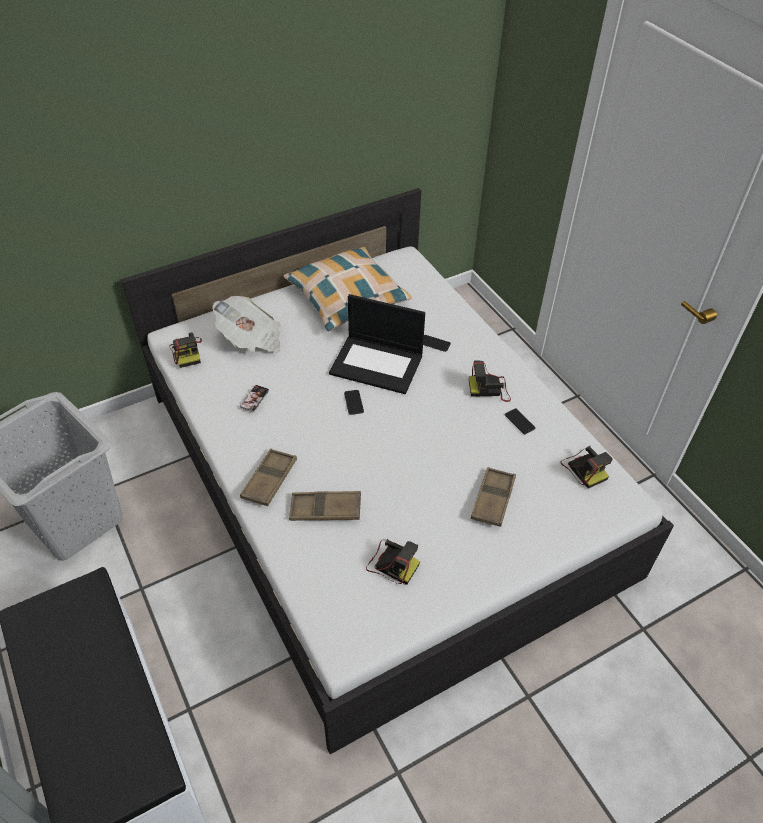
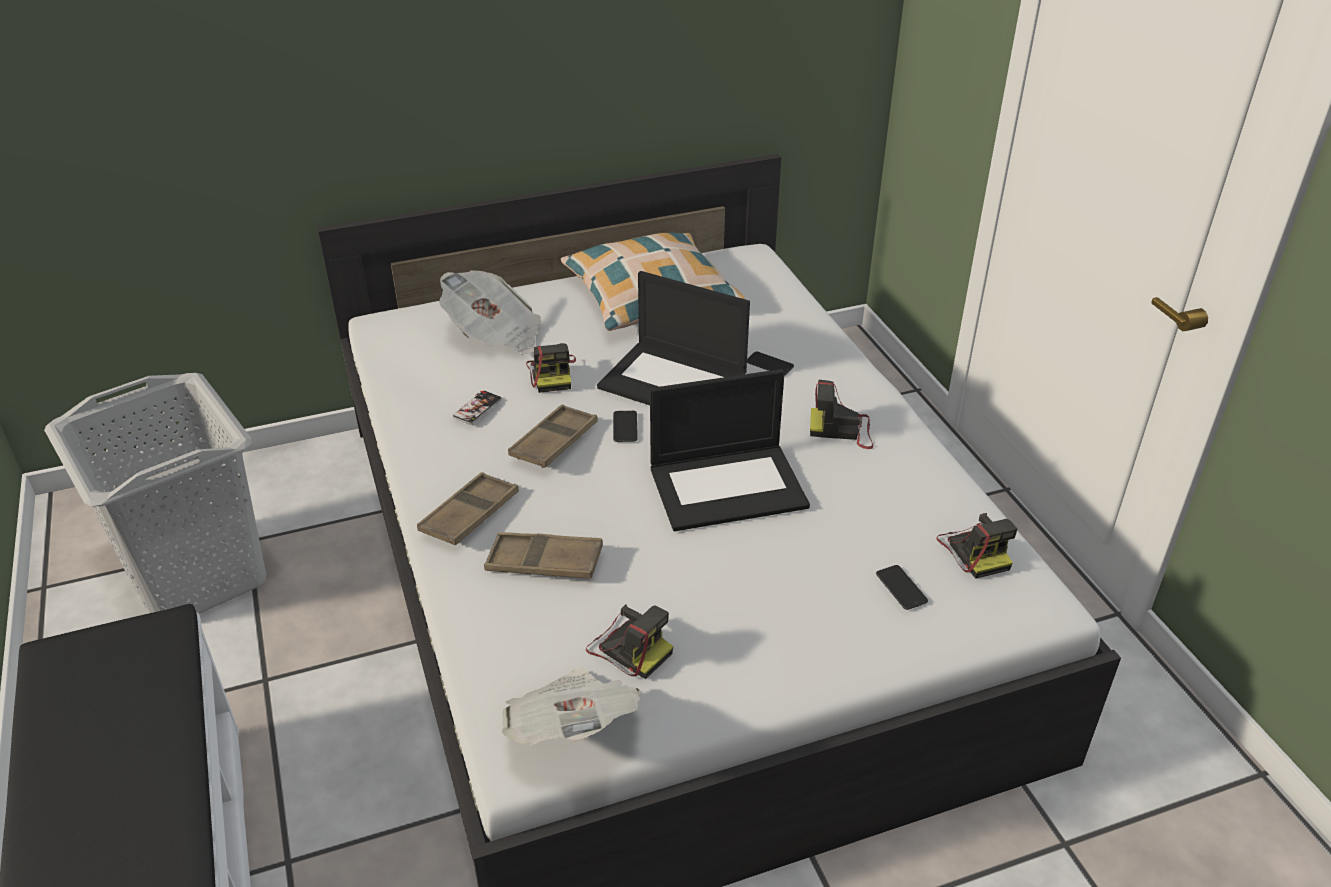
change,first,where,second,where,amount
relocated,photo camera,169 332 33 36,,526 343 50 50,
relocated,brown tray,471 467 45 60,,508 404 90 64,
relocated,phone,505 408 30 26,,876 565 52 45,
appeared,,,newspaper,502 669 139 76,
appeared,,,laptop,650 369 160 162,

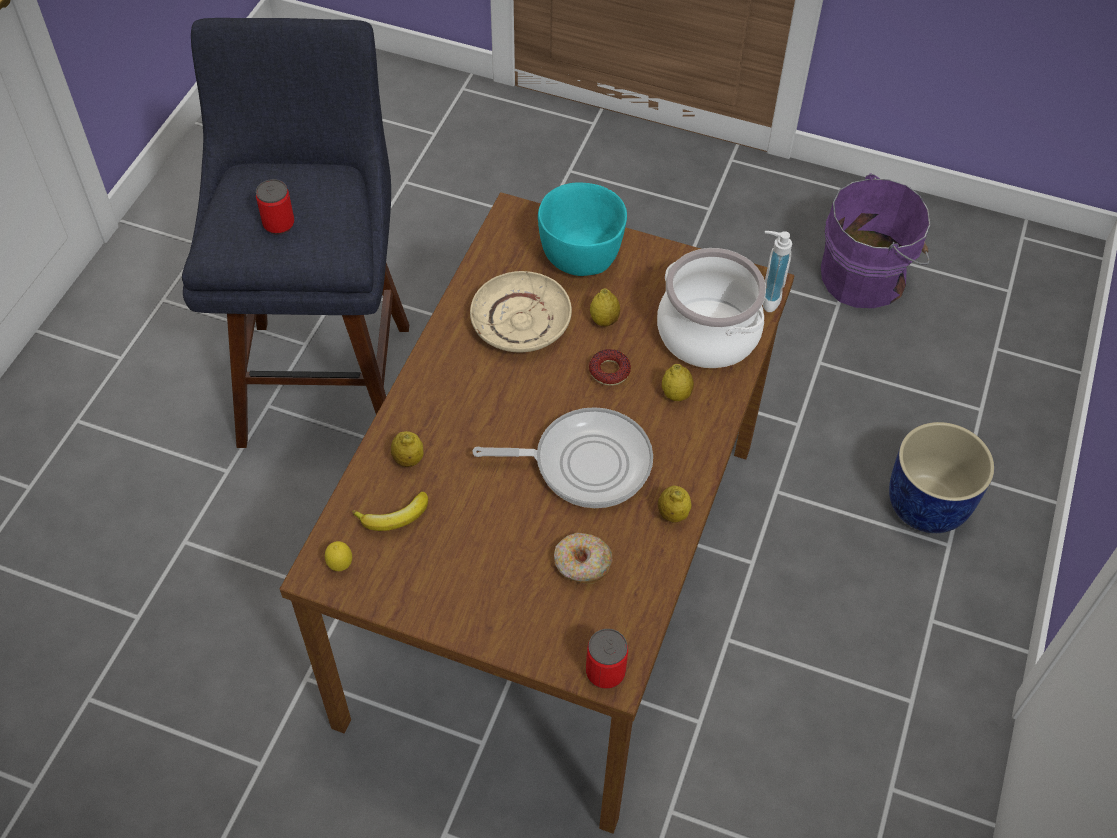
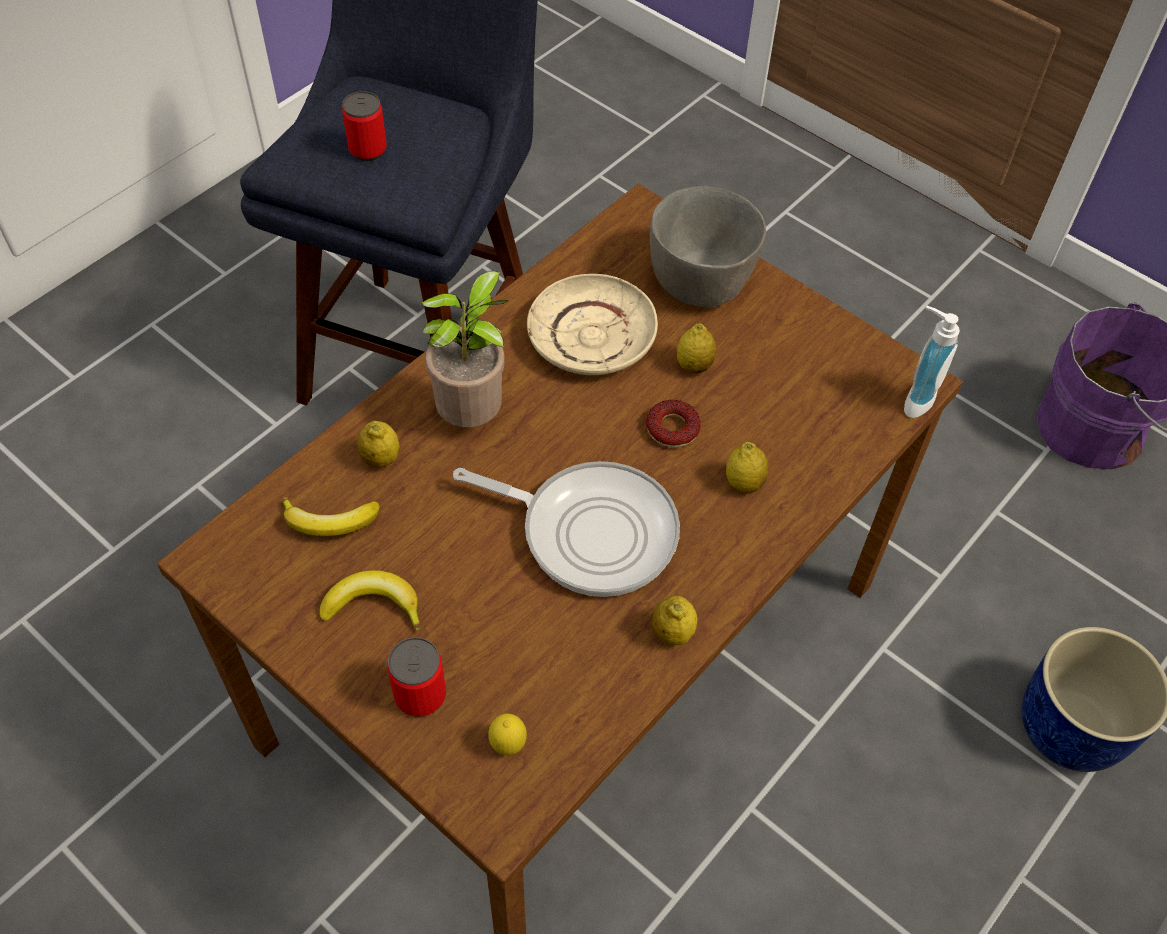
change,first,where,second,where,amount
relocated,lemon,325 541 27 30,,488 713 39 42,
colour,turquoise bowl,538 182 89 94,grey bowl,650 186 116 122,
missing,donut,554 533 59 51,,,
relocated,can,586 629 42 60,,387 637 59 80,
missing,cooking pot,657 248 109 120,,,
appeared,,,banana,319 570 101 61,
appeared,,,potted plant,421 271 88 156,

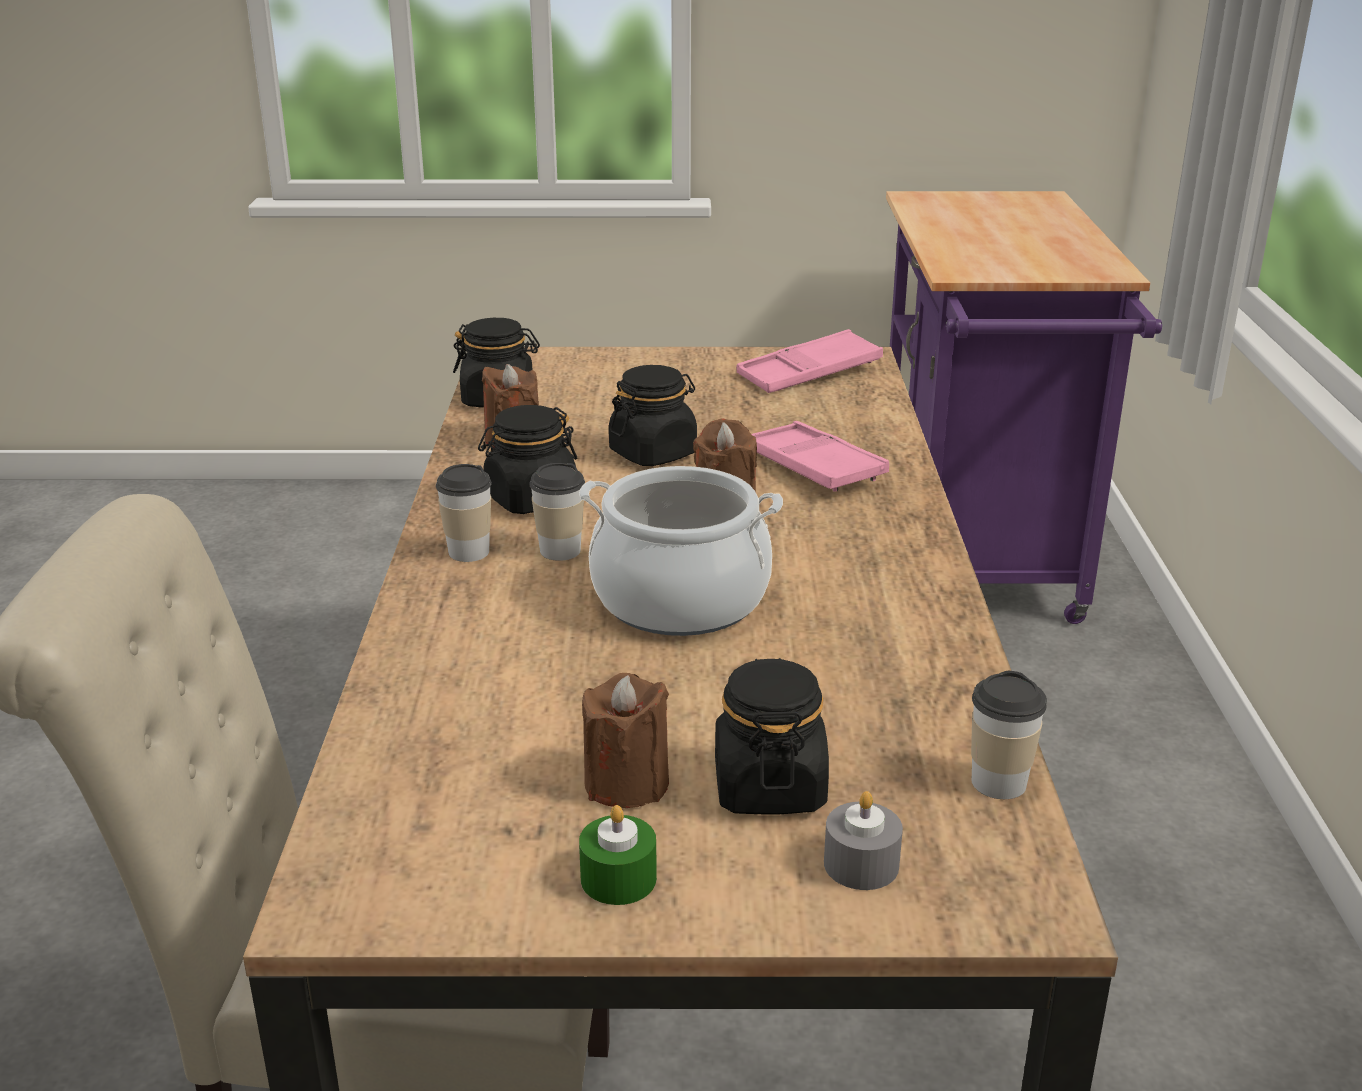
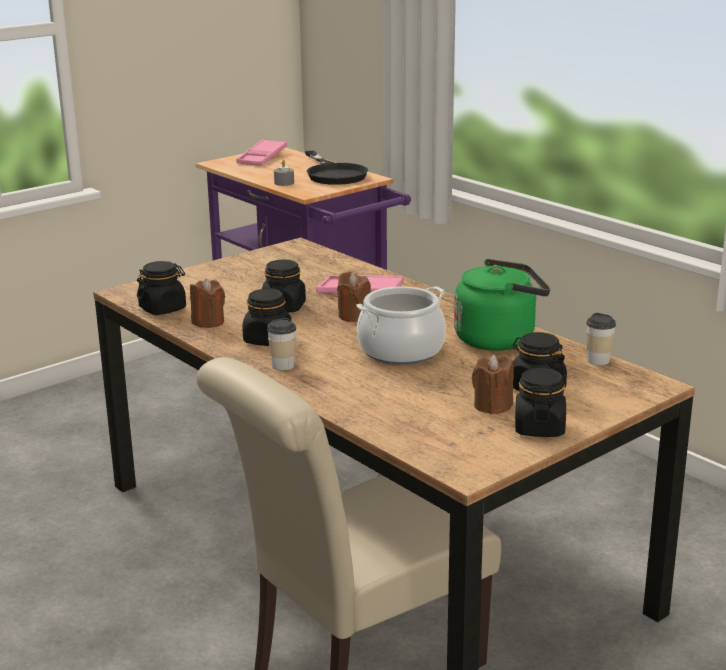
change,first,where,second,where,amount
missing,cup,529 463 56 98,,,
exchanged,green candle,579 805 78 100,black jar,515 368 51 69,
relocated,pink tray,737 329 146 64,,237 139 50 27,
relocated,grey candle,824 791 79 99,,274 160 20 26,
appeared,,,black frying pan,305 151 63 34,
appeared,,,green kettle,454 259 96 91,

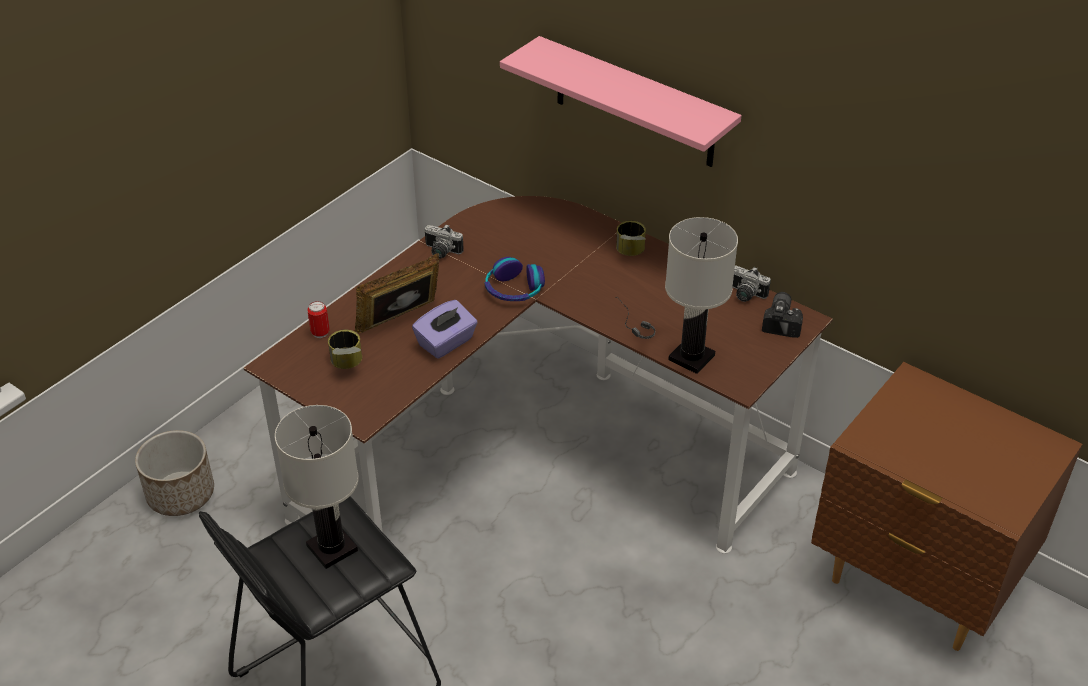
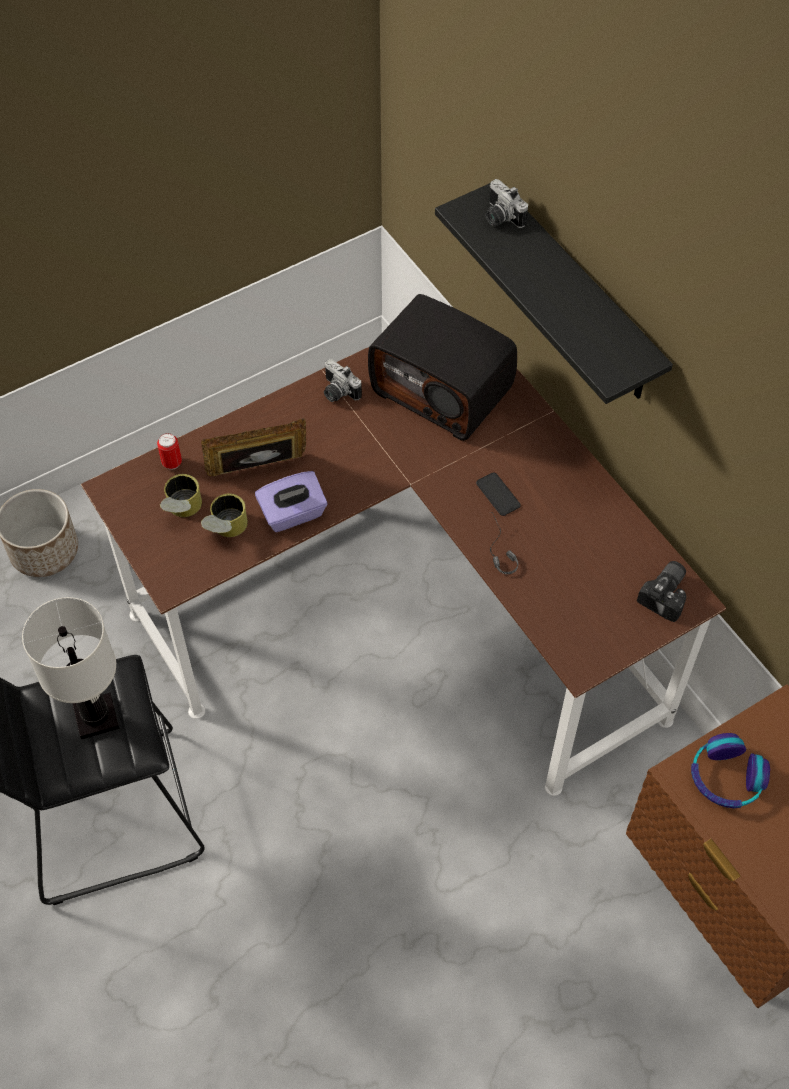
change,first,where,second,where,amount
relocated,headphones,485 257 60 44,,691 733 79 75,
colour,pink shelf,500 36 241 131,black shelf,435 183 238 221,
relocated,can,616 221 30 35,,201 493 47 44,
missing,white table lamp,665 217 73 157,,,
relocated,photo camera,733 265 38 37,,485 179 43 49,
appeared,,,radio,368 294 149 147,
appeared,,,phone,476 472 45 44,

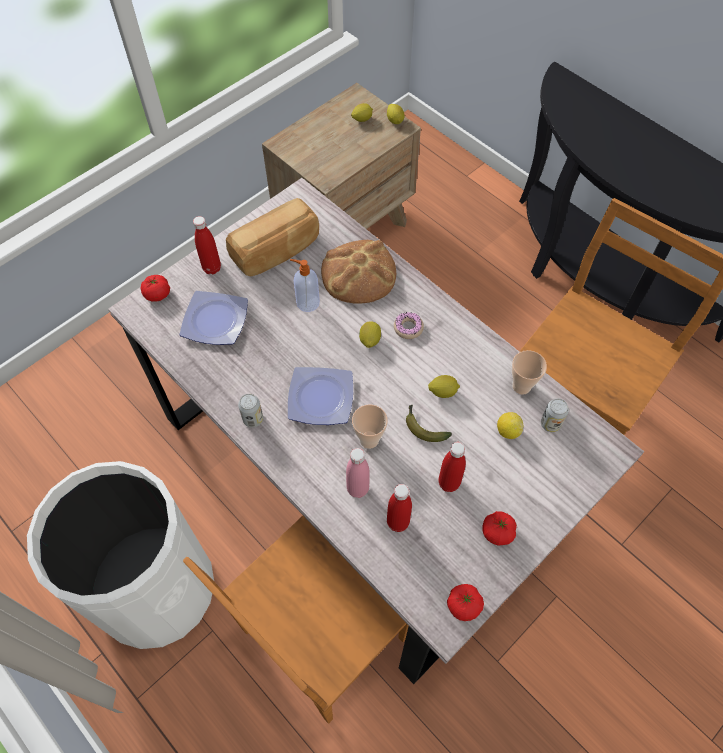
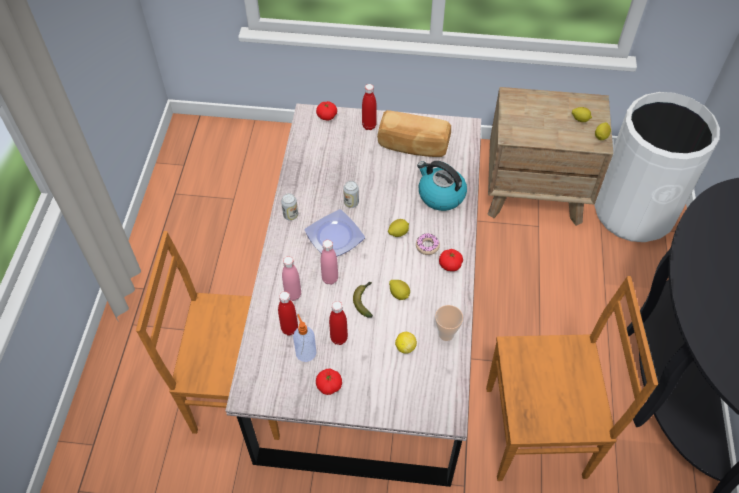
change,first,where,second,where,amount
relocated,white trash can,27 461 187 188,,594 92 126 150,
missing,plate,179 291 69 54,,,
relocated,soap dispenser,290 259 30 53,,293 314 23 48,
exchanged,bread,321 240 75 64,kettle,417 161 50 50,
exchanged,cup,352 405 36 44,pink bottle,320 240 18 45,
relocated,tomato,447 584 37 37,,439 249 24 22,
relocated,can,541 399 28 33,,343 181 16 27,

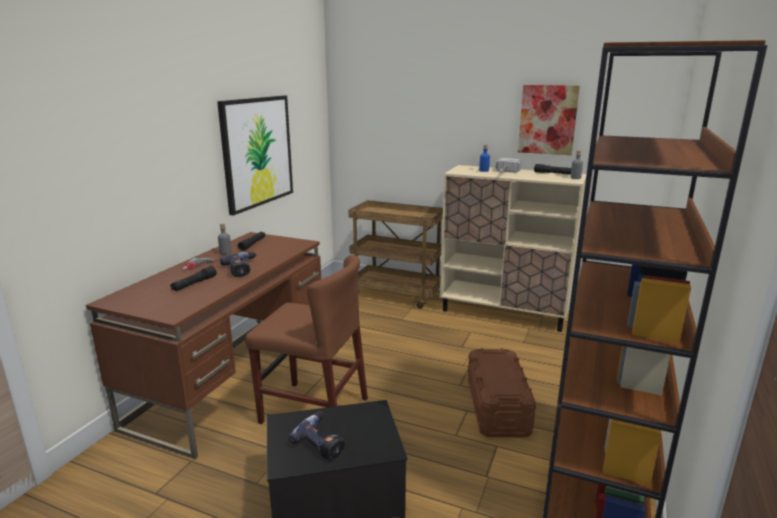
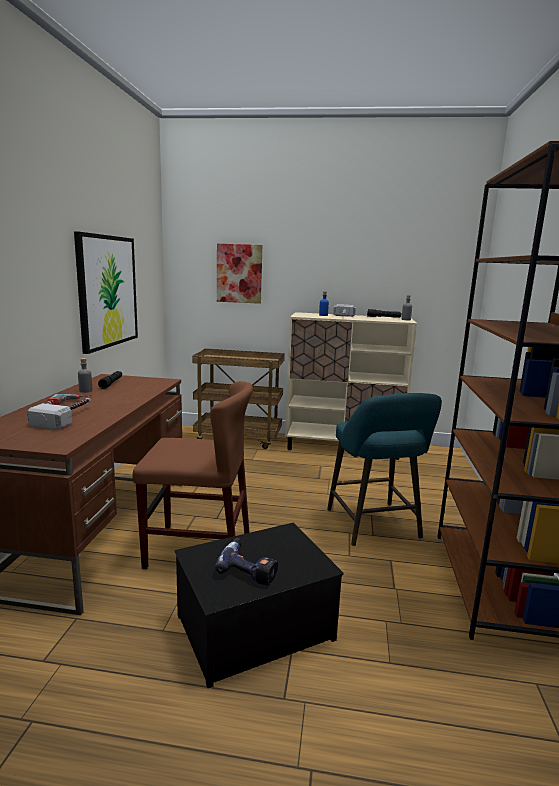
change,first,where,second,where,amount
exchanged,black flashlight,170 266 47 25,hammer,27 398 64 32,
missing,power drill,220 252 36 25,,,
exchanged,brown storage box,468 348 68 89,turquoise stool,327 393 115 153,
relocated,picture,518 85 62 70,,217 244 45 60,

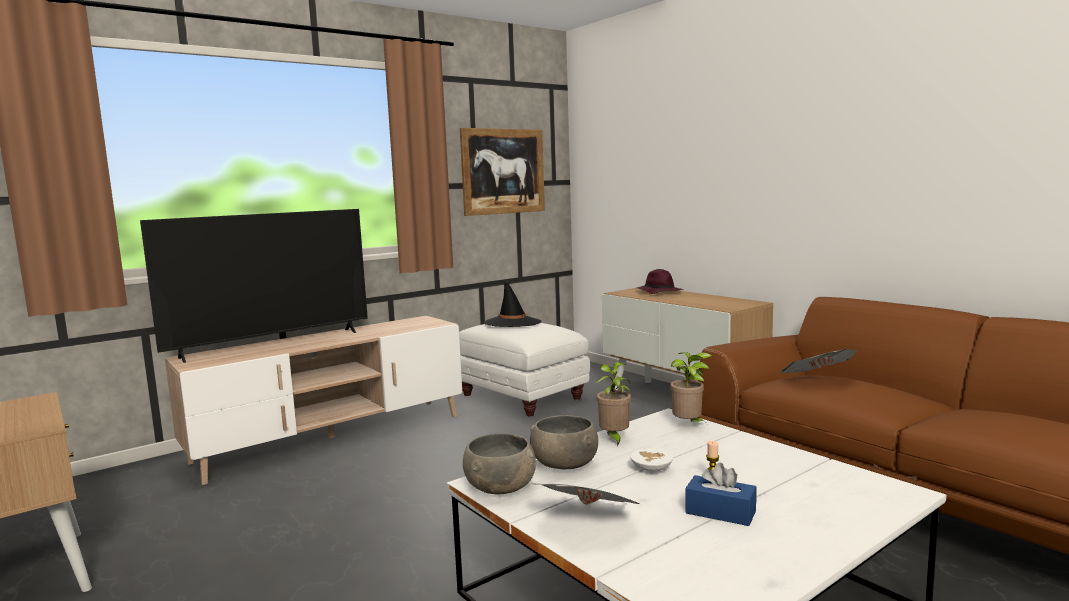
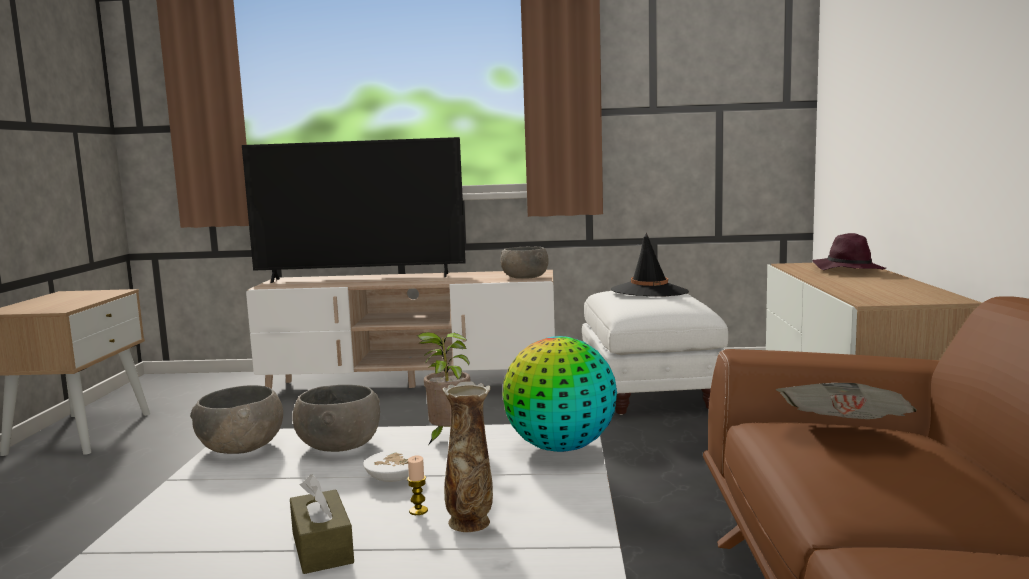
change,first,where,second,where,amount
missing,picture,460 128 85 88,,,
missing,newspaper,531 483 108 22,,,
exchanged,potted plant,670 353 42 69,globe,502 336 115 116,
colour,blue tissue box,685 462 72 64,brown tissue box,290 474 64 100,
appeared,,,vase,442 381 51 151,
appeared,,,grey bowl,501 247 48 32,

